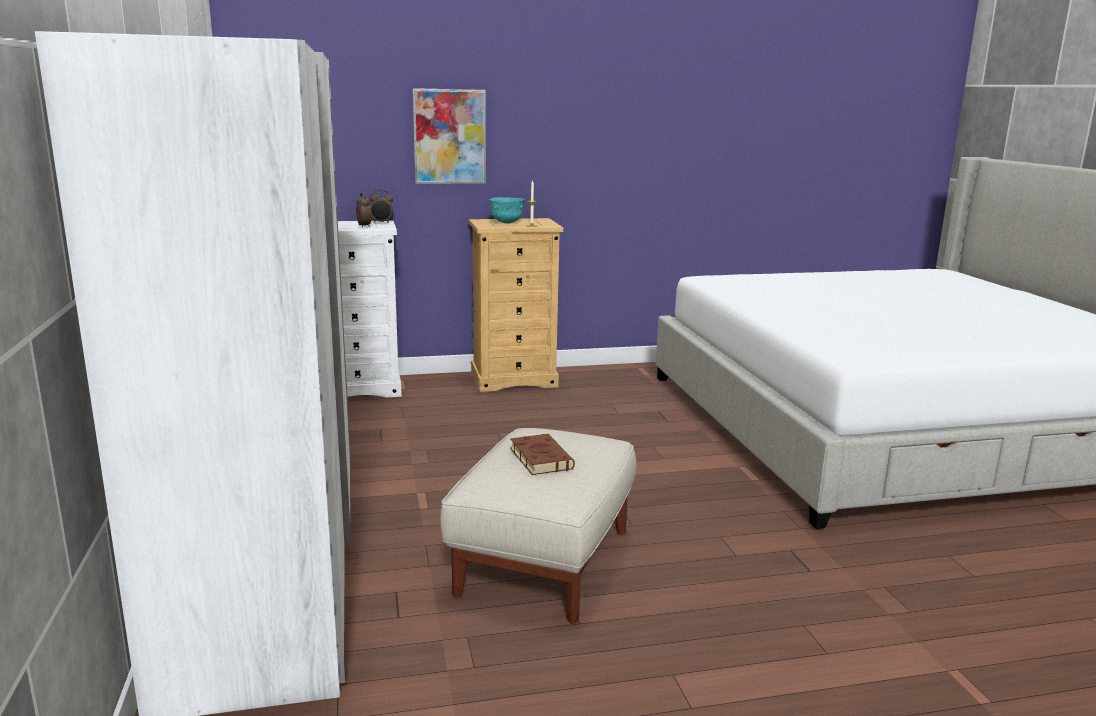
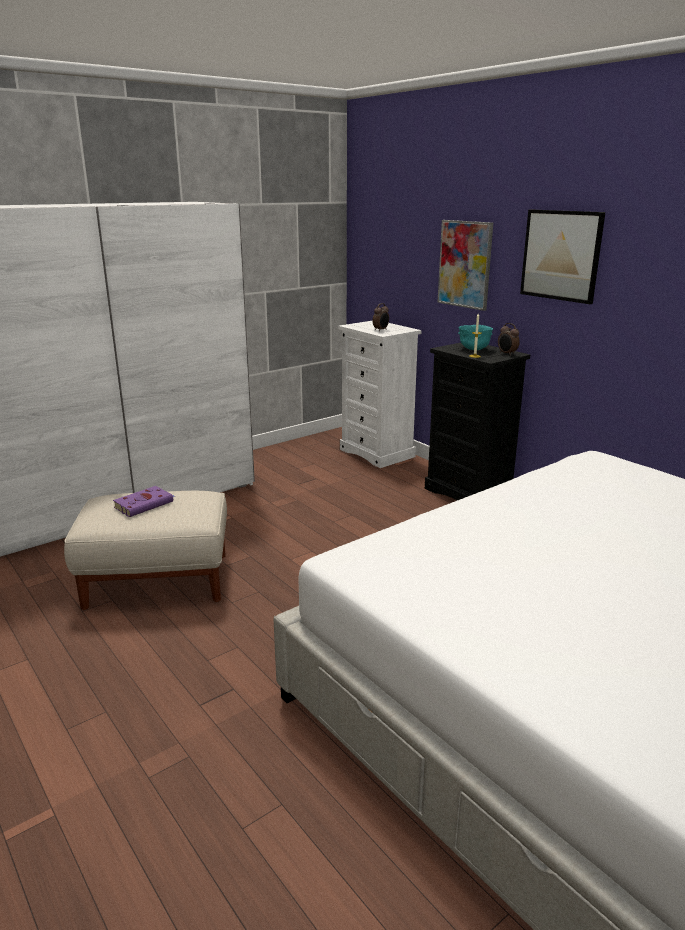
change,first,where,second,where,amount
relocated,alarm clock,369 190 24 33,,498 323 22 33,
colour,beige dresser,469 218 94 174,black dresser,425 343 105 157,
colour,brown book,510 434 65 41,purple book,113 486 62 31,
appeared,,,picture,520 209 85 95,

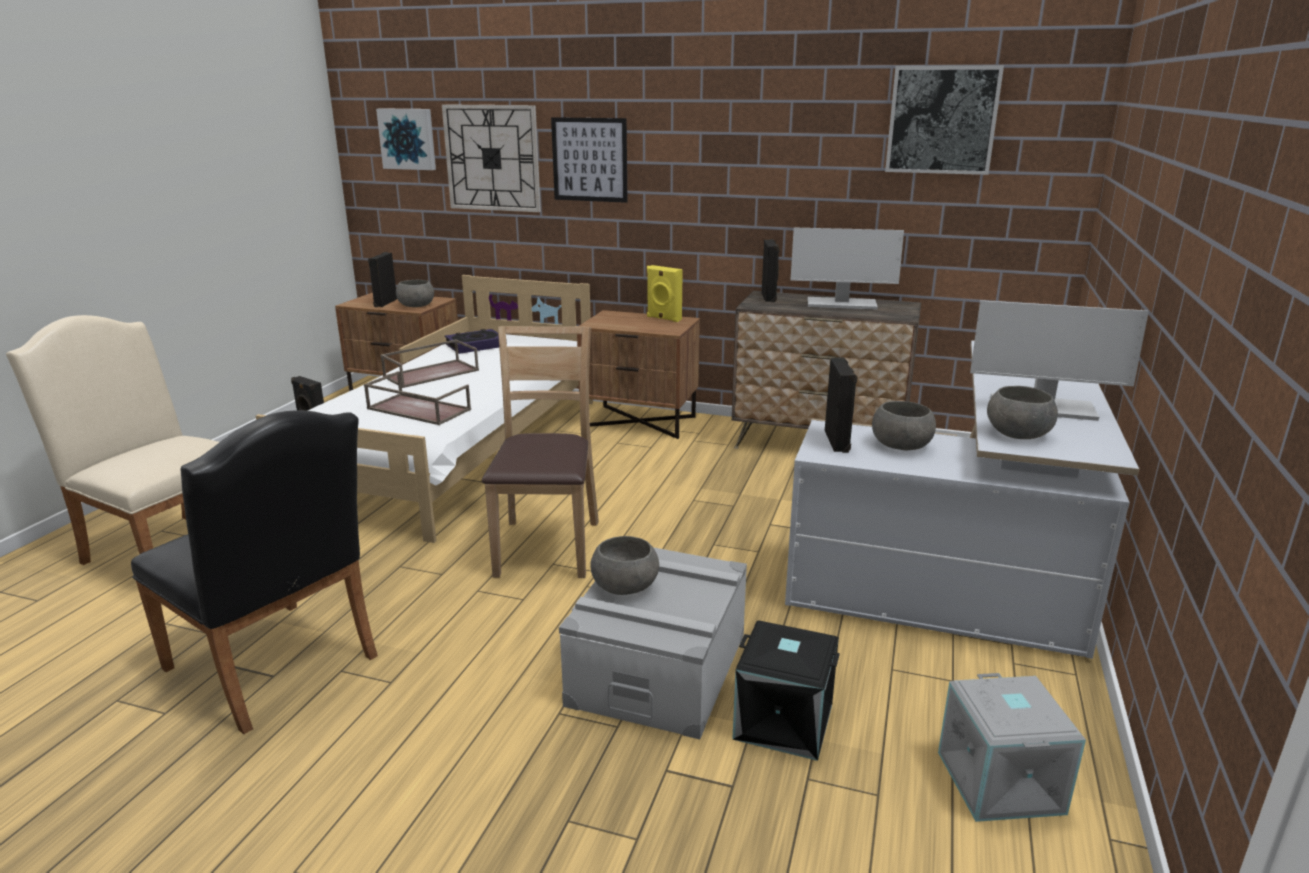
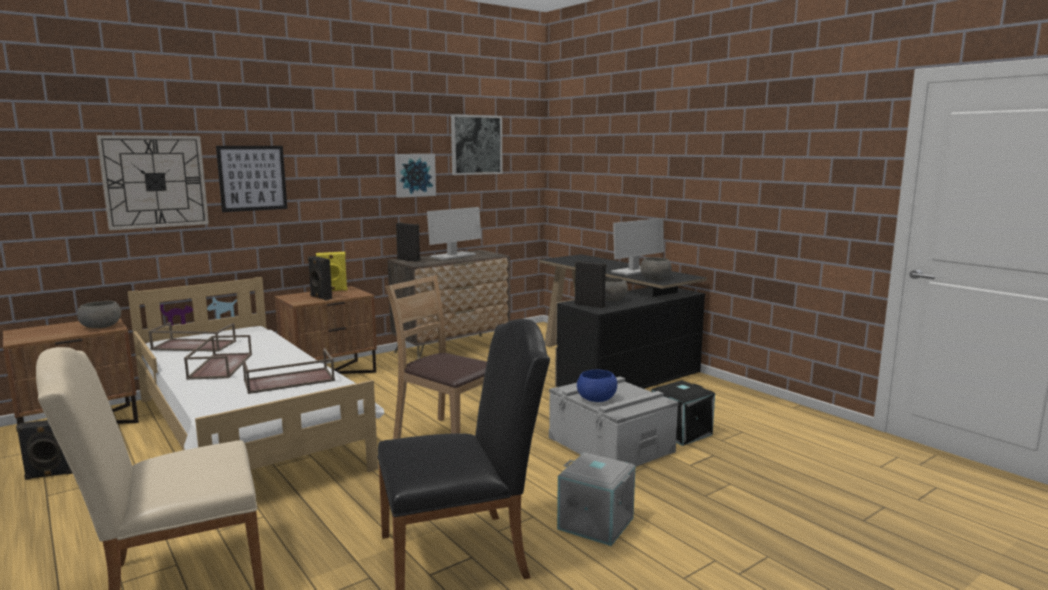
change,first,where,second,where,amount
relocated,black speaker,368 252 29 55,,308 256 24 45,
relocated,picture,376 108 60 62,,395 154 41 44,
exchanged,book,445 329 62 25,brown tray,148 322 88 30,
colour,grey bowl,590 536 69 59,blue bowl,577 370 40 32,
colour,white desk,785 340 354 319,black desk,539 254 168 135,
relocated,grey storage box,938 673 148 149,,557 452 78 94,

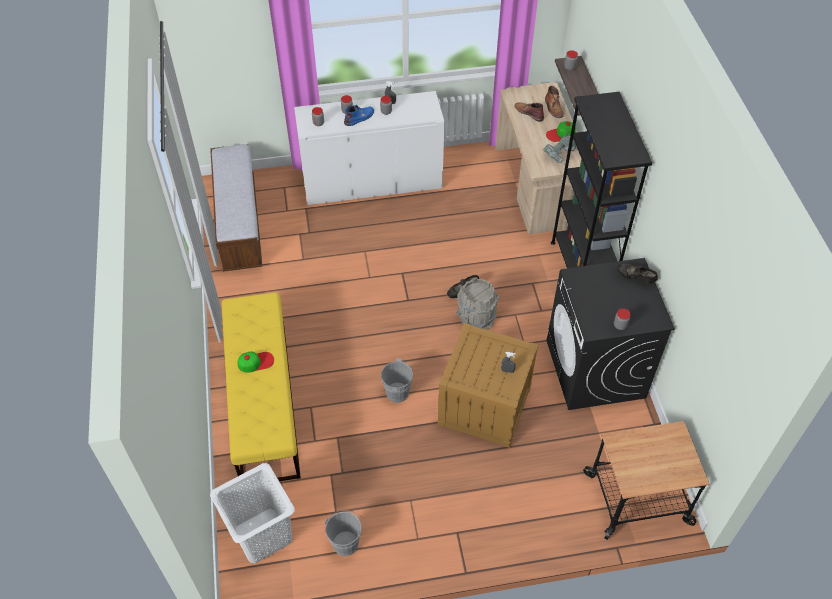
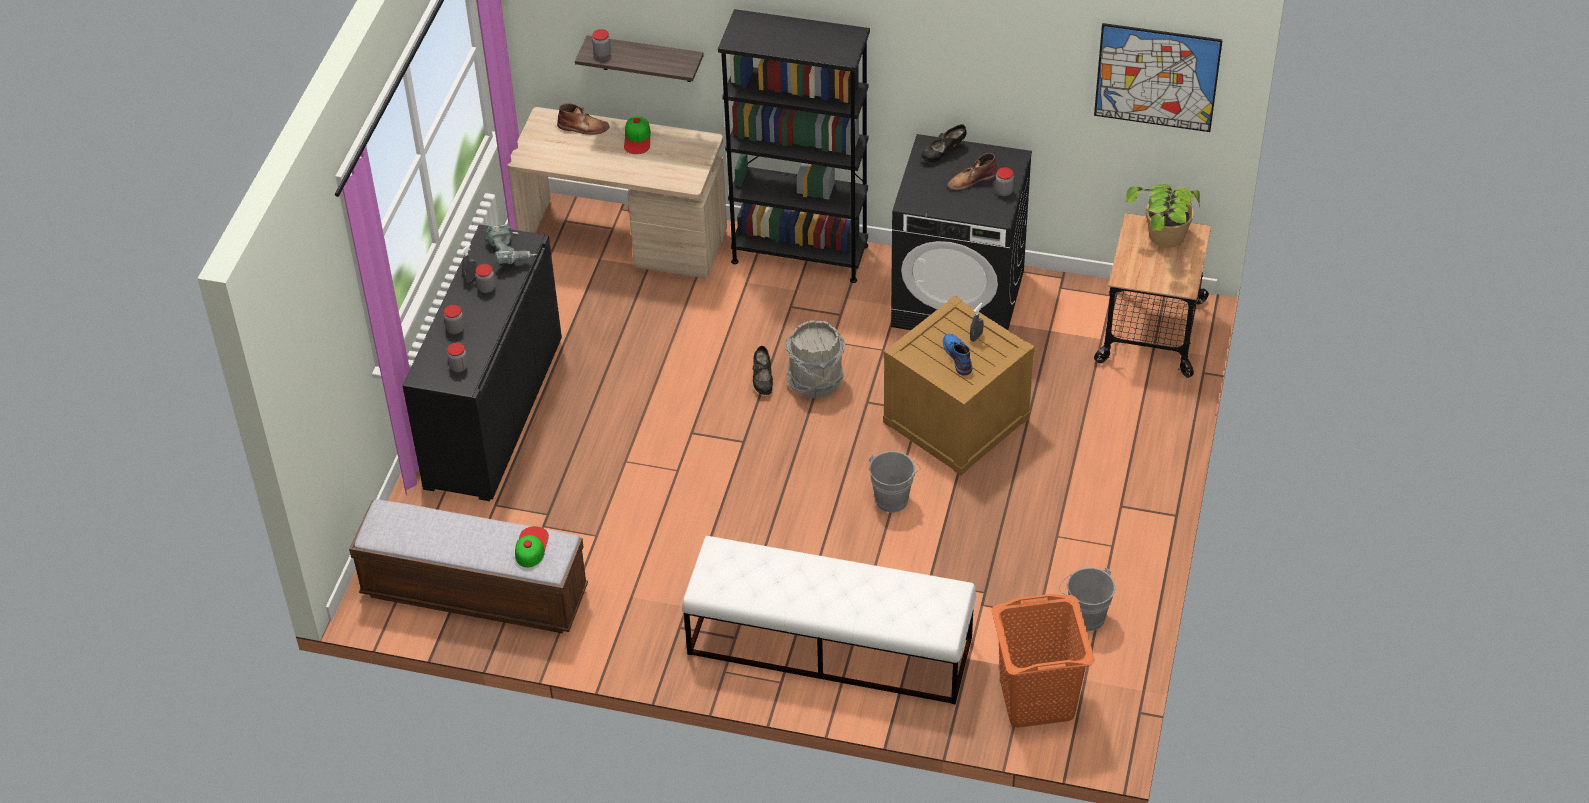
change,first,where,second,where,amount
colour,white laundry basket,210 463 85 100,orange laundry basket,992 594 103 134,
colour,yellow bench,222 292 79 189,white bench,682 536 294 169,
relocated,cap,237 351 37 22,,515 526 34 41,
colour,white cabinet,294 91 150 114,black cabinet,402 224 160 277,
relocated,blue boot,344 105 30 21,,943 334 29 41,
relocated,brown boot,514 102 30 20,,947 153 51 38,
relocated,power drill,543 134 36 31,,486 224 51 40,
appeared,,,picture,1094 23 129 109,
appeared,,,potted plant,1126 184 74 64,

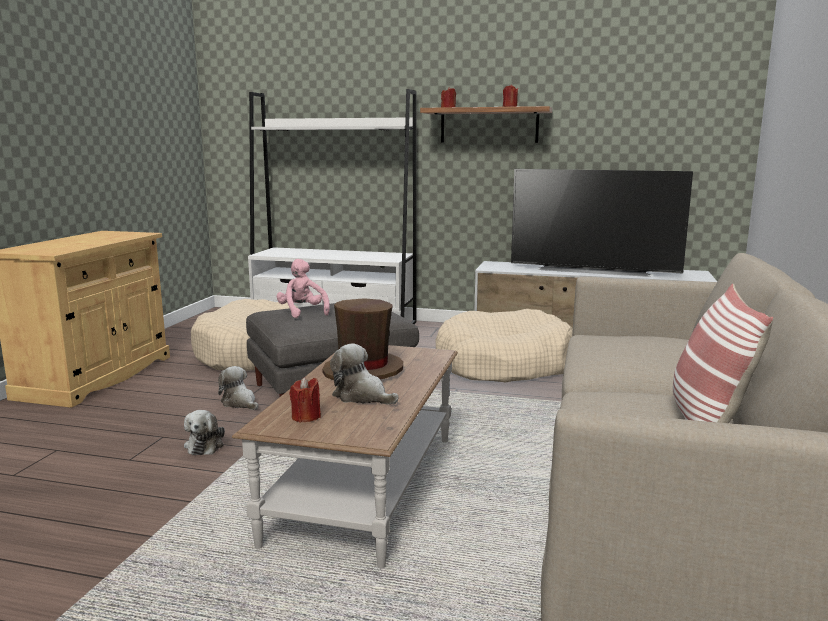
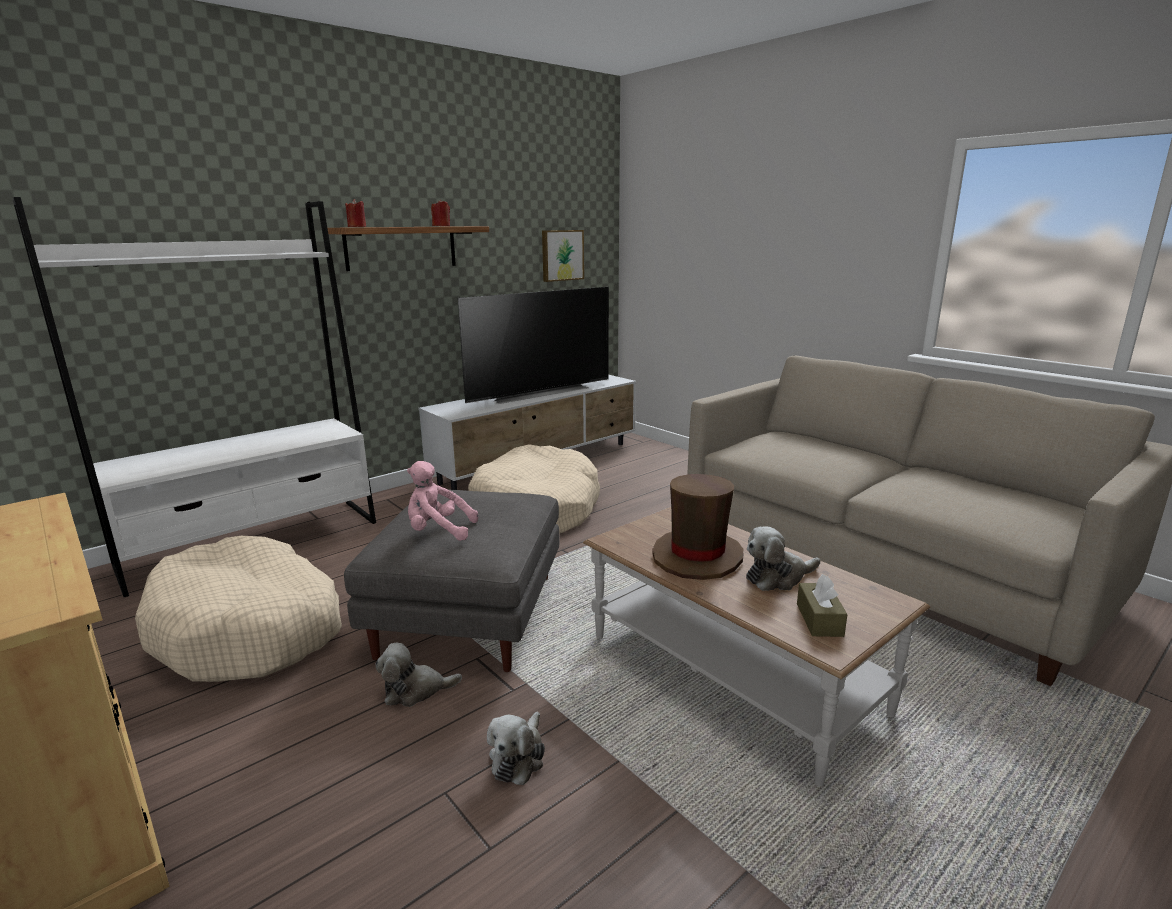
change,first,where,second,where,amount
spun,plush toy,184 410 41 45,,487 712 58 73,75 degrees clockwise
exchanged,red candle,289 377 32 46,brown tissue box,797 574 51 63,
missing,pillow,673 284 100 139,,,
appeared,,,picture,542 230 42 52,

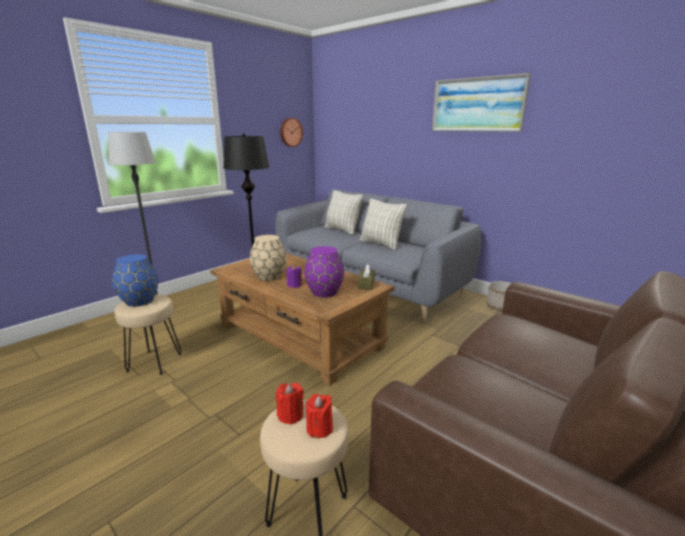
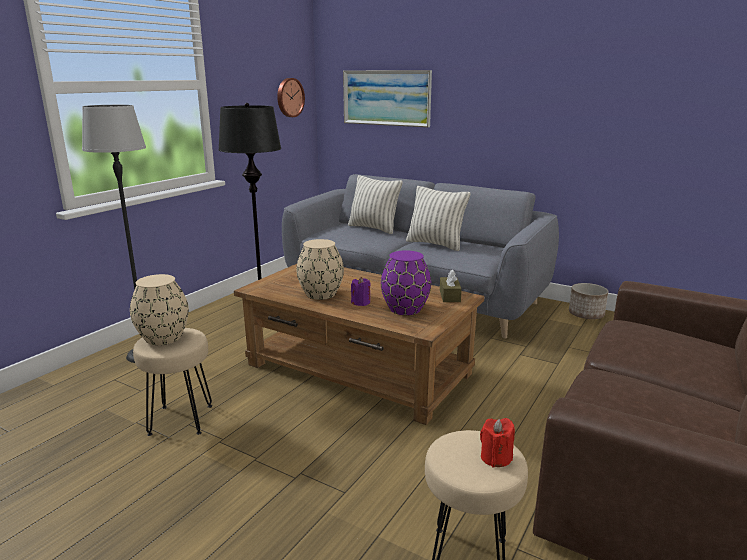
change,first,where,second,where,amount
colour,blue vase,112 254 46 53,beige vase,130 274 59 71,
missing,red candle,276 383 28 42,,,
relocated,picture,432 73 99 59,,343 70 89 57,

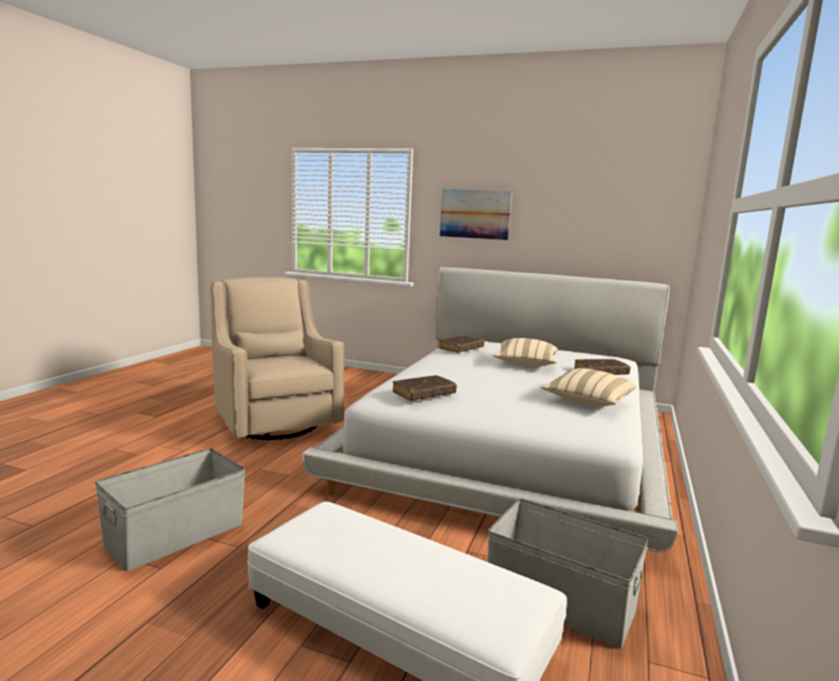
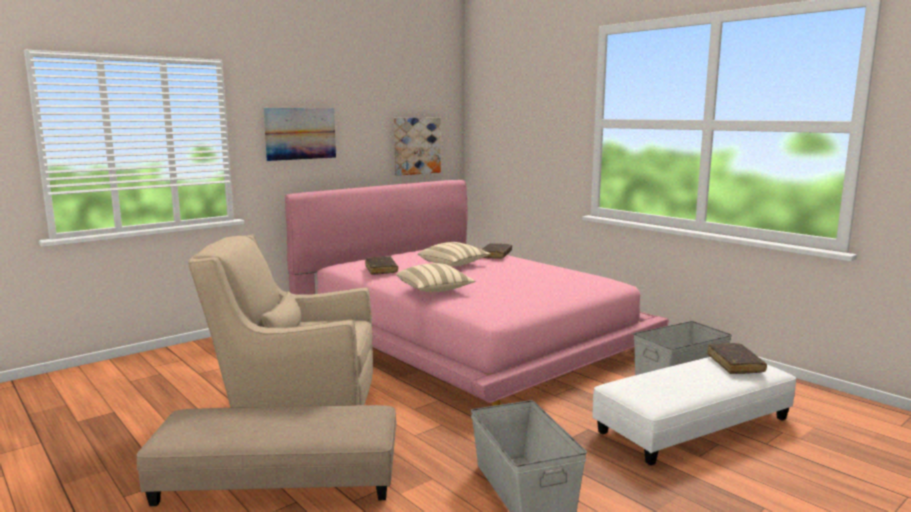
change,first,where,second,where,amount
colour,white bed,302 267 376 285,pink bed,285 180 384 226,
relocated,brown book,393 375 64 26,,707 343 60 31,
relocated,beige pillow,541 368 95 38,,396 263 79 29,
appeared,,,beige ottoman,136 405 260 101,
appeared,,,picture,394 118 47 58,

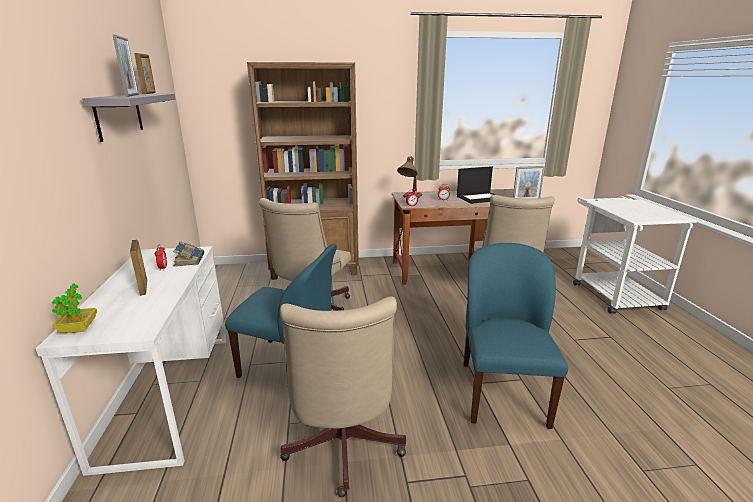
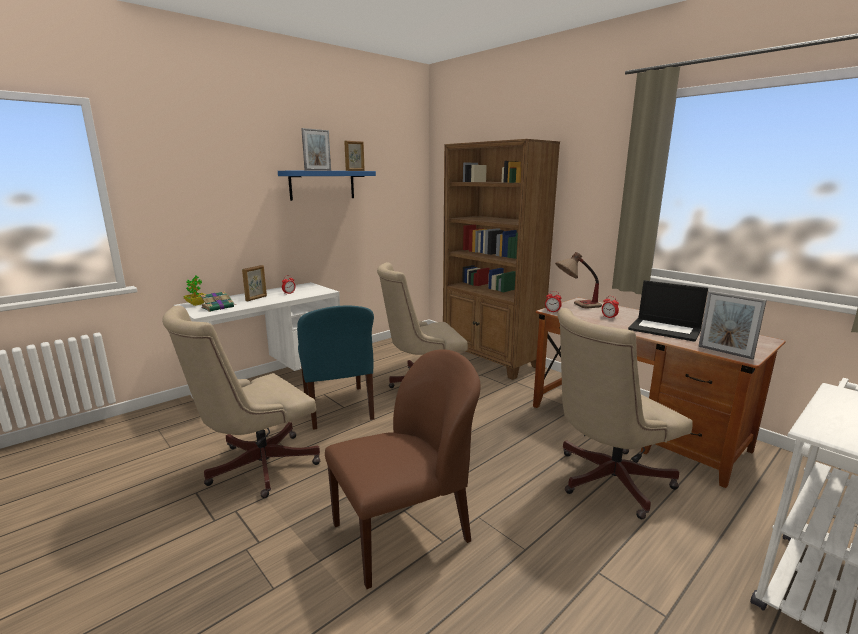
change,first,where,second,where,amount
colour,grey shelf,82 93 94 49,blue shelf,278 171 98 30,
relocated,book,173 241 31 26,,200 291 36 21,
colour,blue chair,463 243 105 186,brown chair,325 349 156 240,

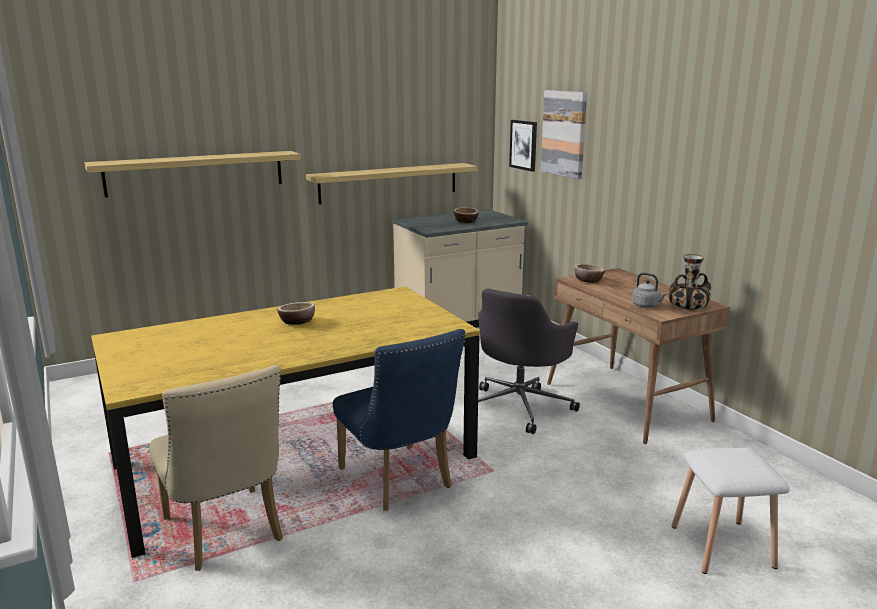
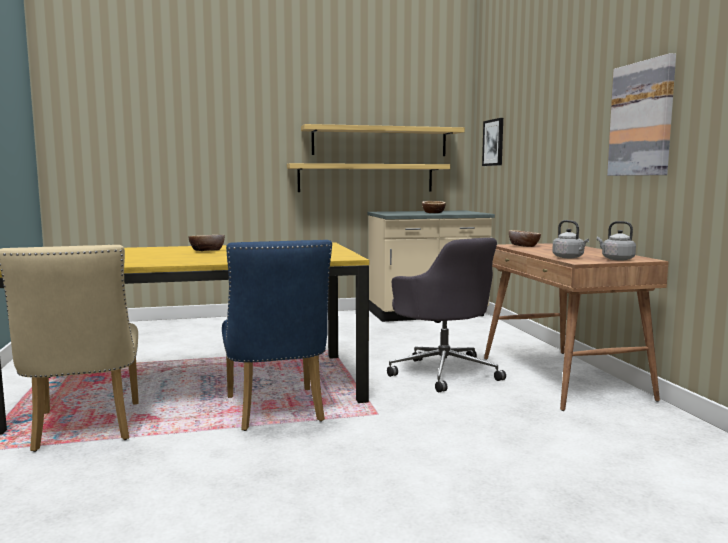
change,first,where,second,where,amount
relocated,shelf,85 151 216 47,,301 124 164 32,
spun,grey office chair,478 288 102 146,,387 238 119 154,75 degrees counterclockwise
relocated,picture,541 90 46 89,,607 53 69 123,
exchanged,vase,669 254 42 56,grey kettle,597 221 39 39,
missing,white stool,672 448 118 126,,,

